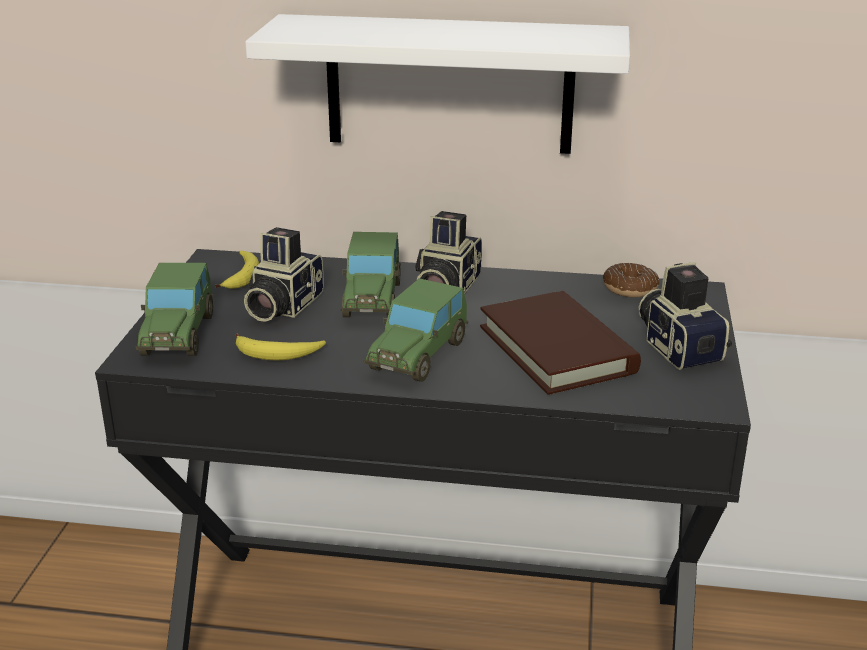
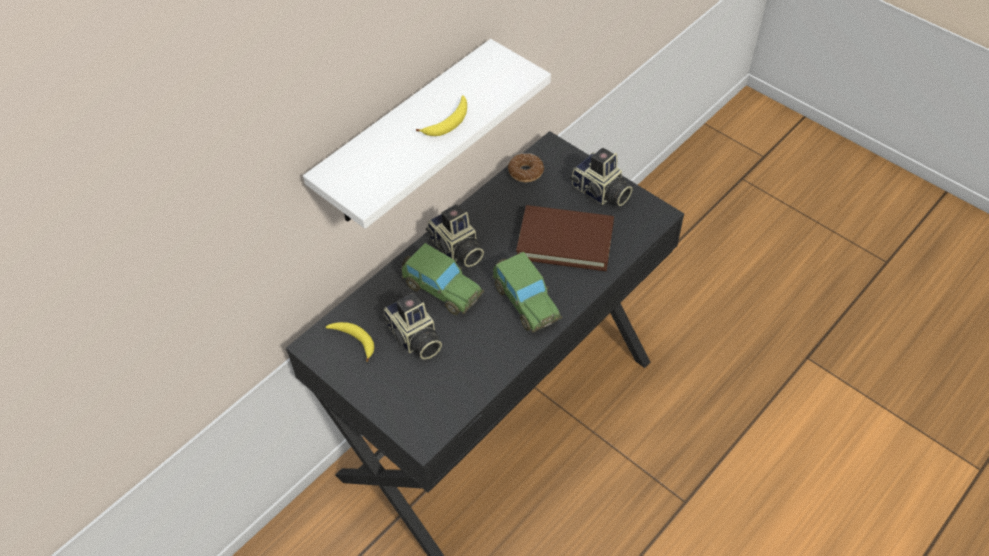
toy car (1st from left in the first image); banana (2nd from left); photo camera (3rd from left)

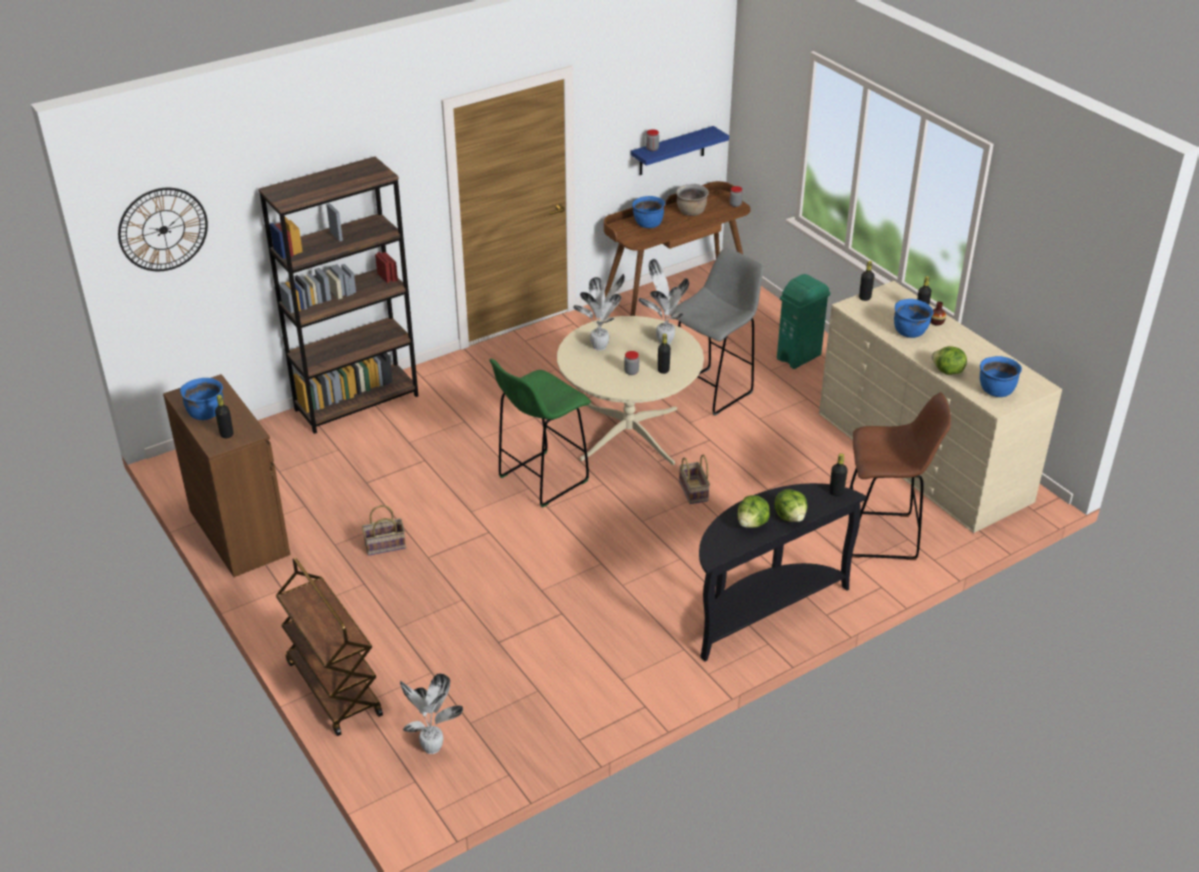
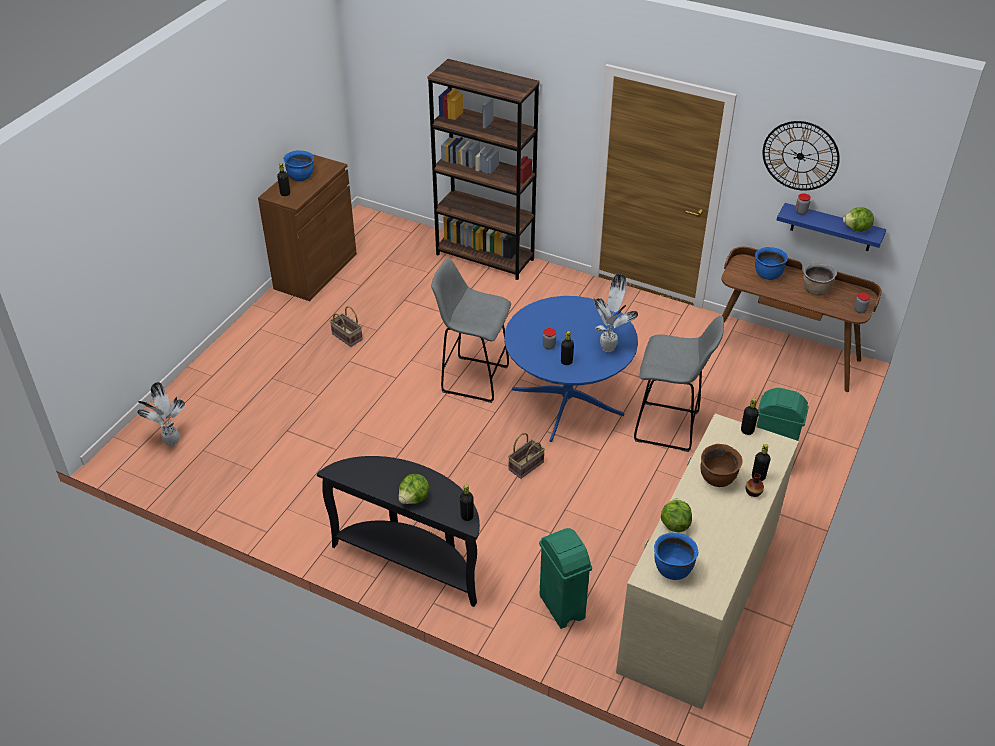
brown cart; potted plant (2nd from left in the first image); wall clock; lettuce (3rd from left); green trash can (1st from left); grey stool (1st from left); blue dining table; brown cooking pot (1st from left)

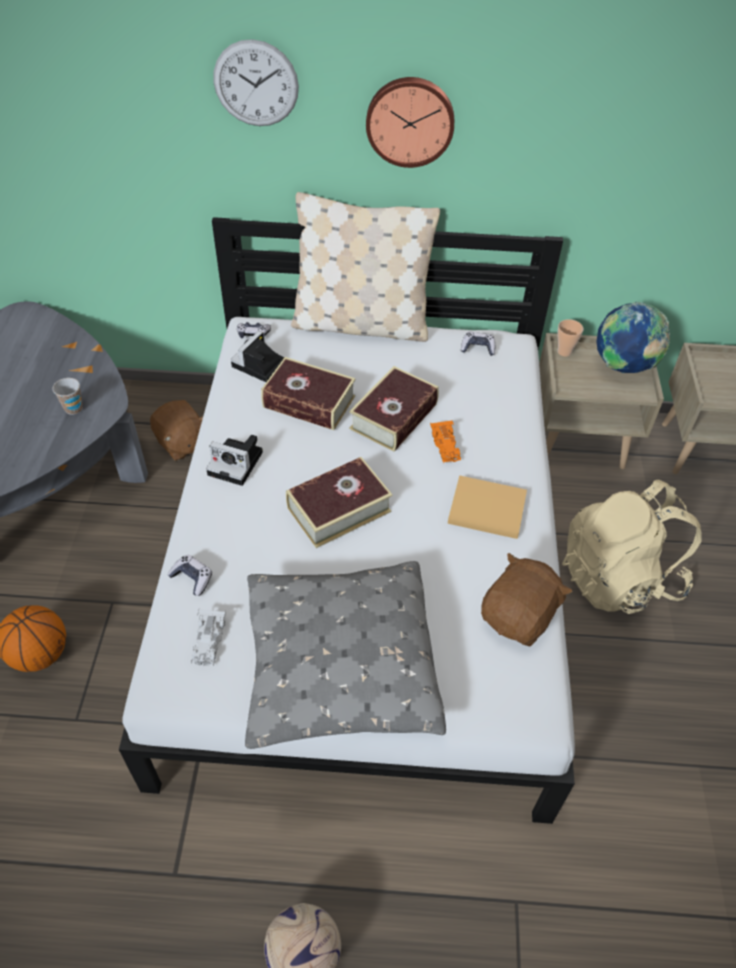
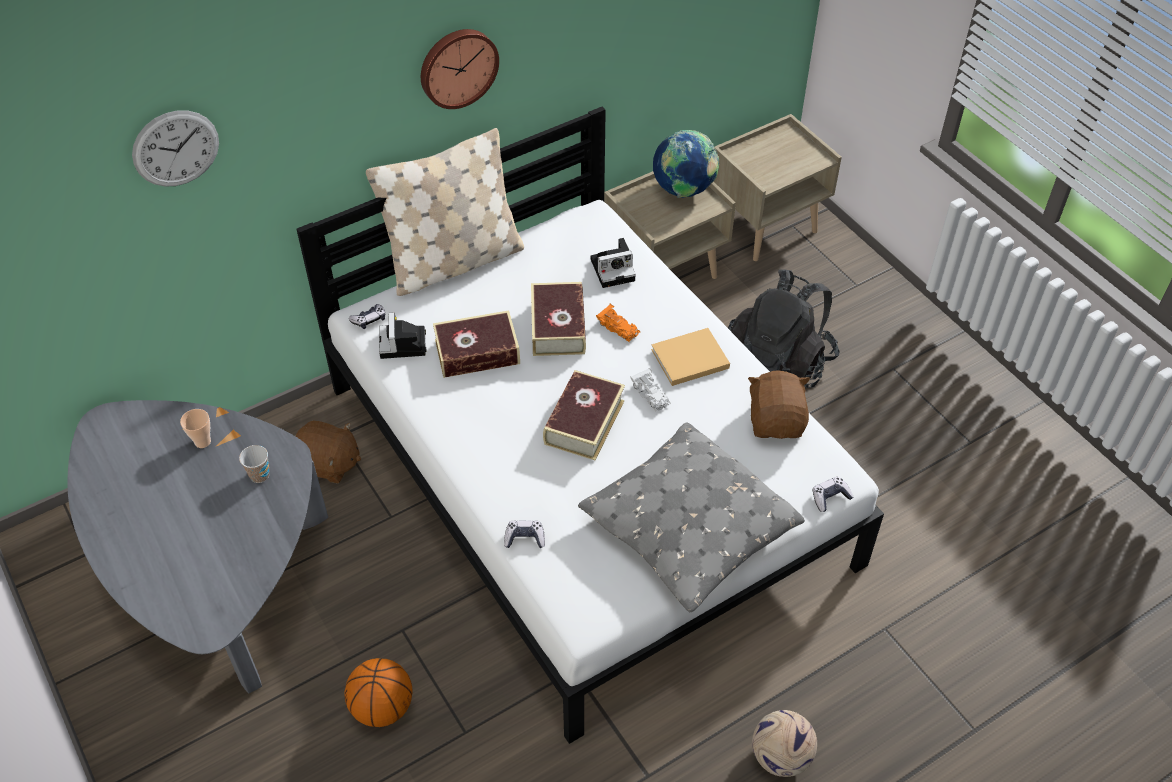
white toy car; photo camera (2nd from left); wall clock (1st from left); game controller (3rd from left); cup (1st from left); black backpack

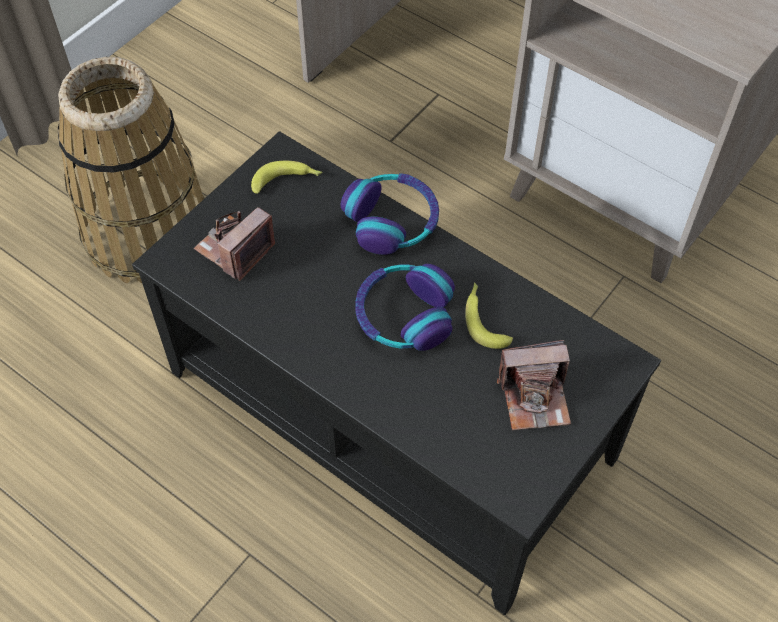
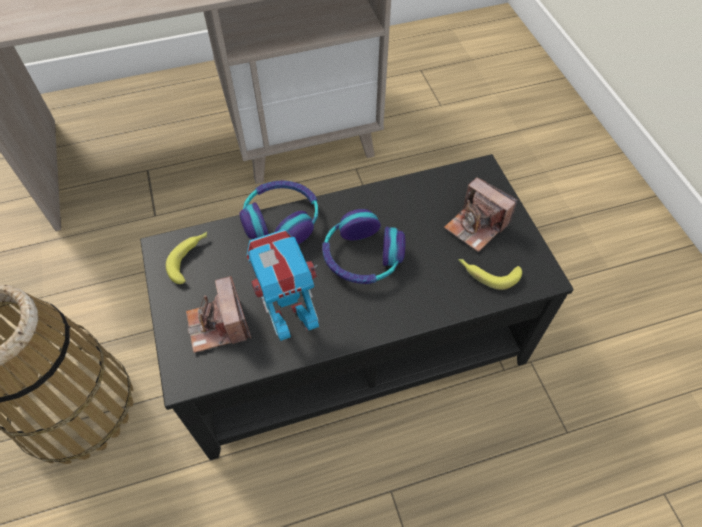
toy robot; banana (2nd from left); photo camera (2nd from left)

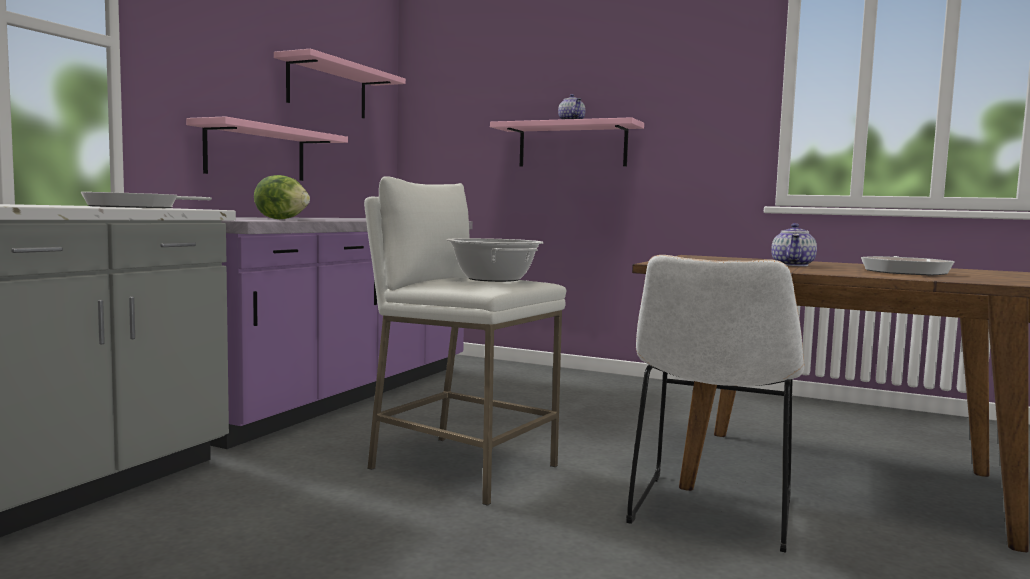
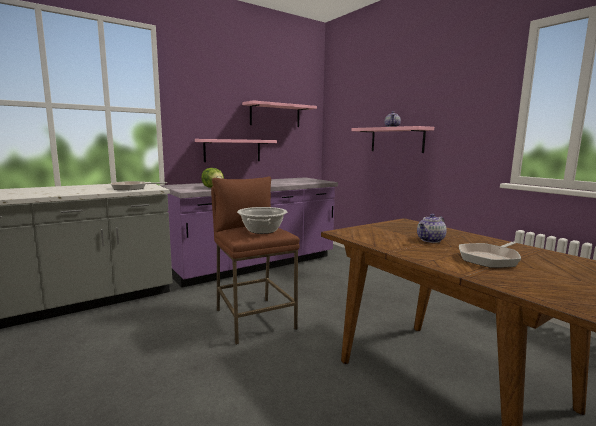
white chair; brown stool

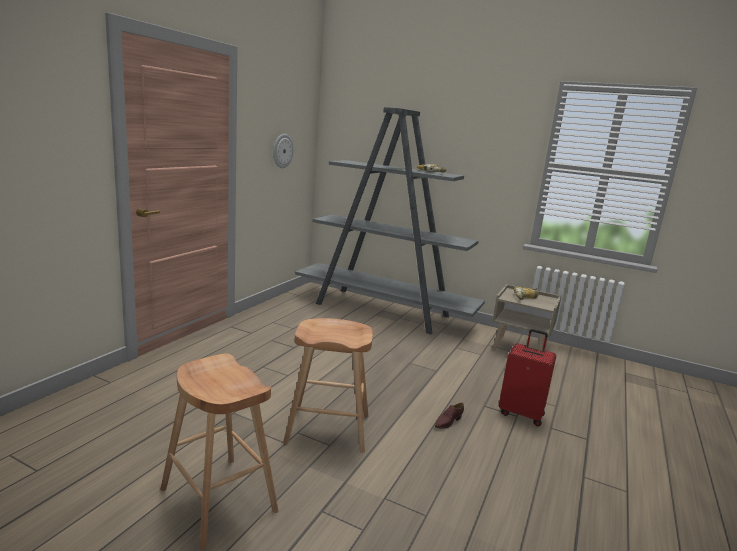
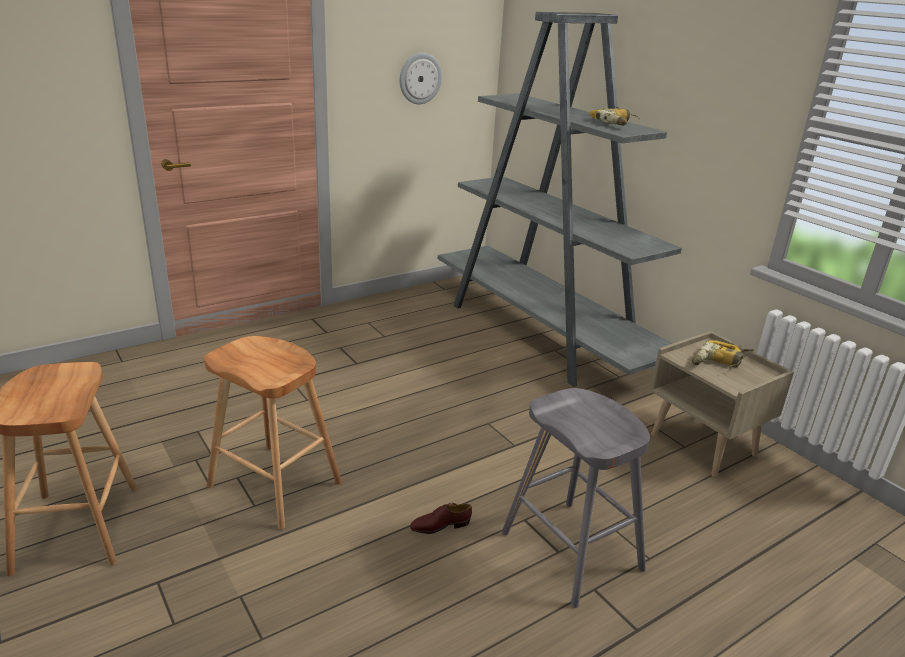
grey stool

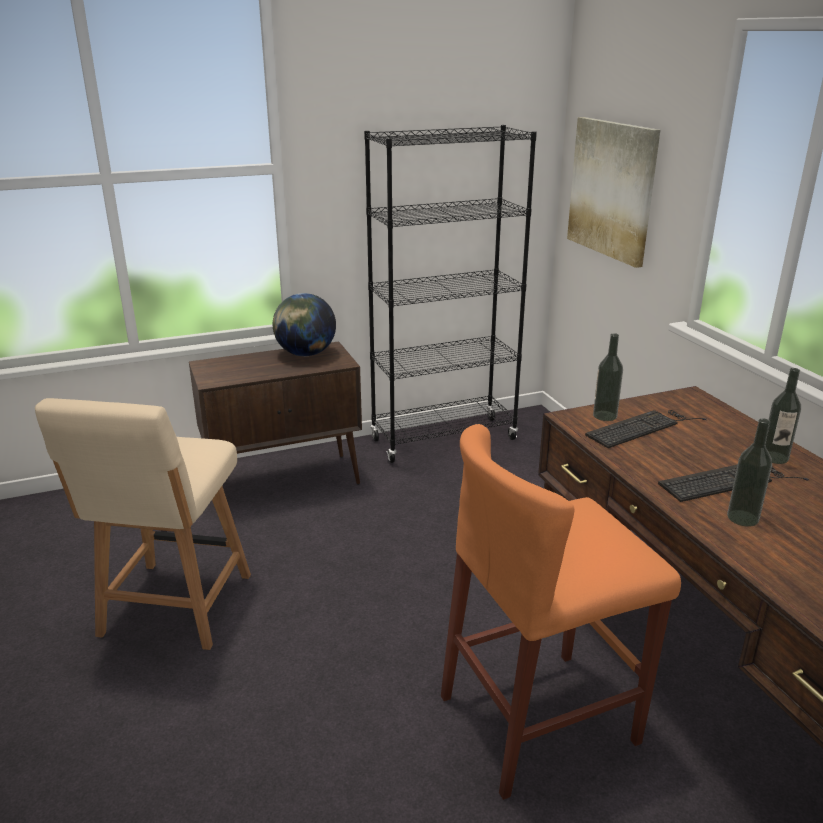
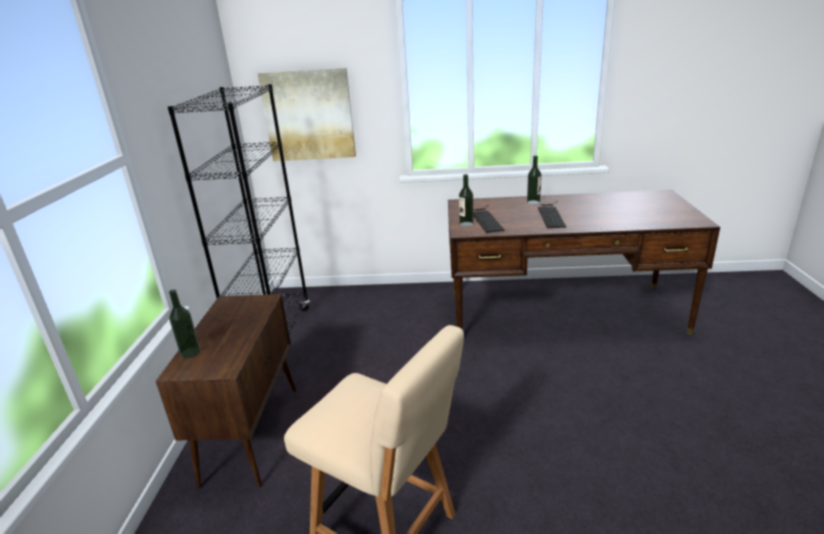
globe; orange stool; bottle (1st from left)

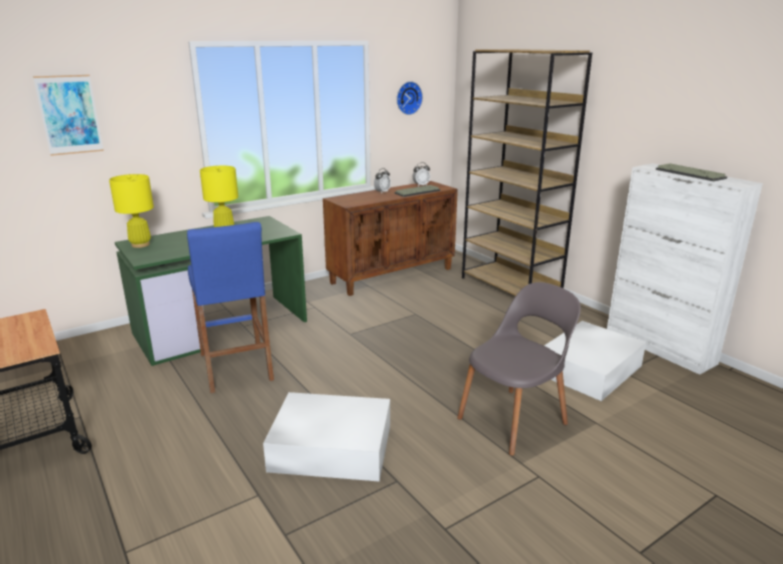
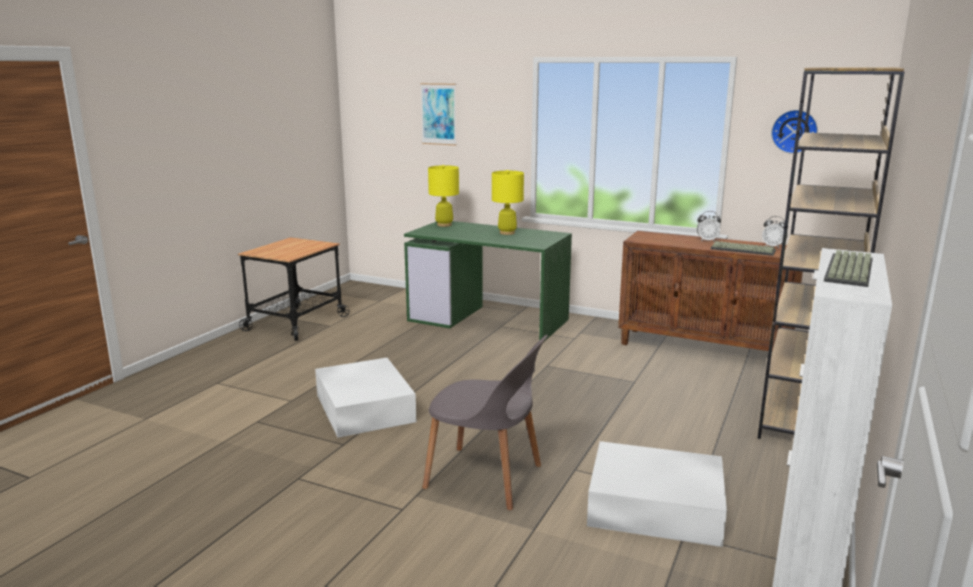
blue stool

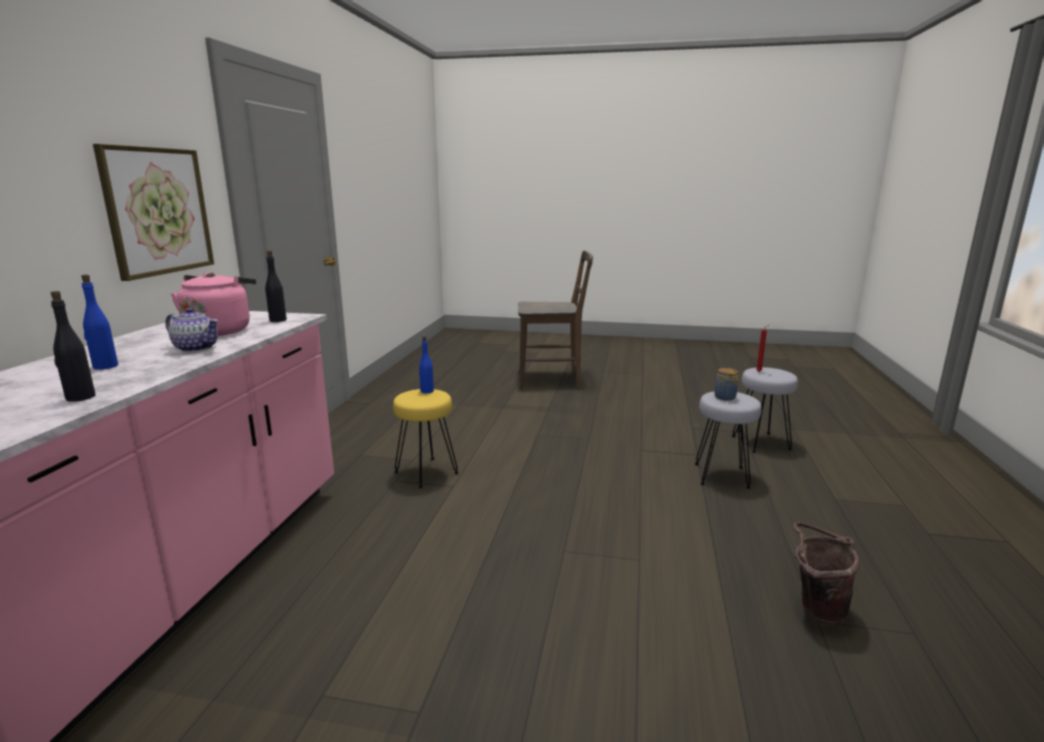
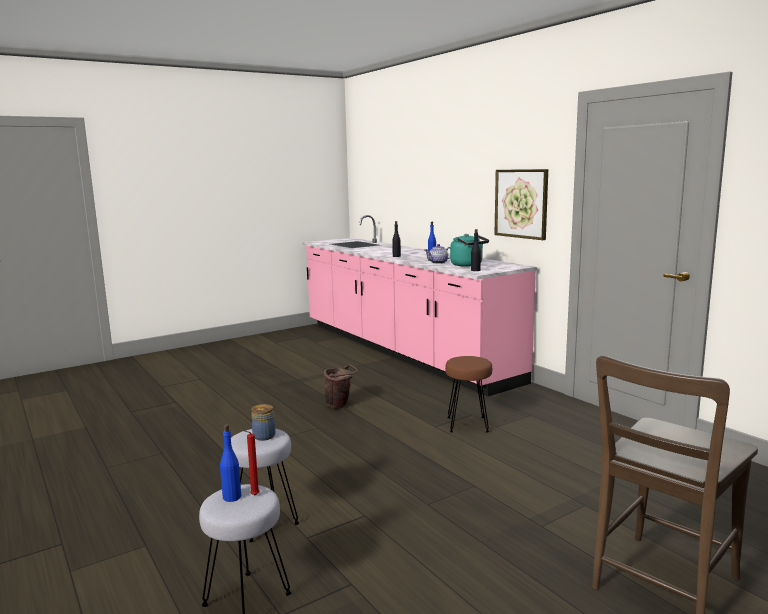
blue bottle (1st from left); brown bucket; turquoise kettle; brown stool

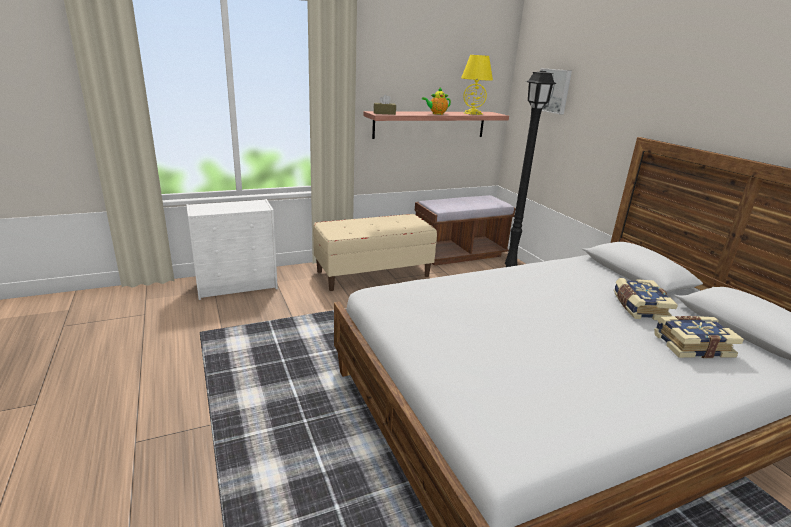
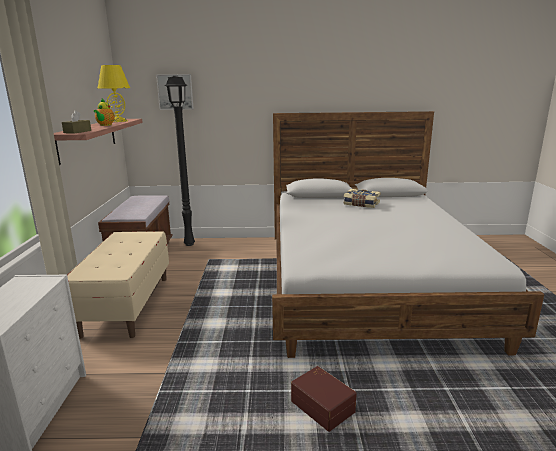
book (2nd from left in the first image); brown storage box

